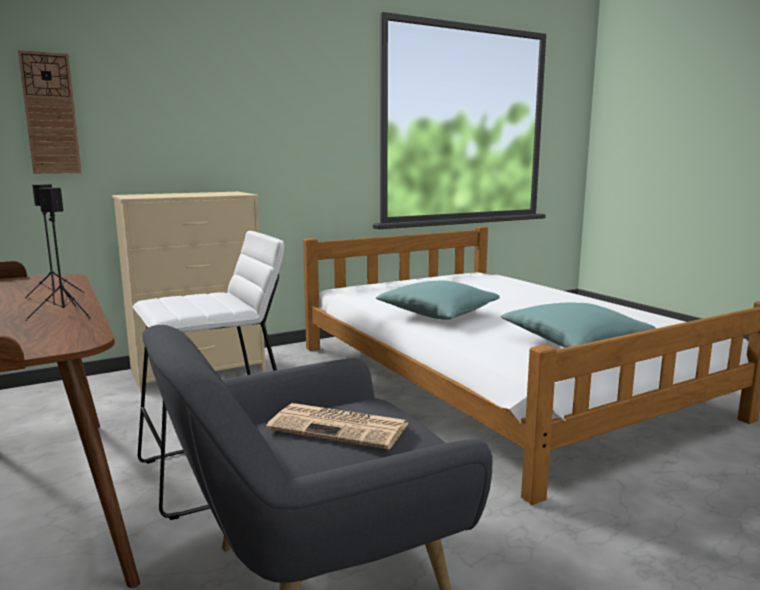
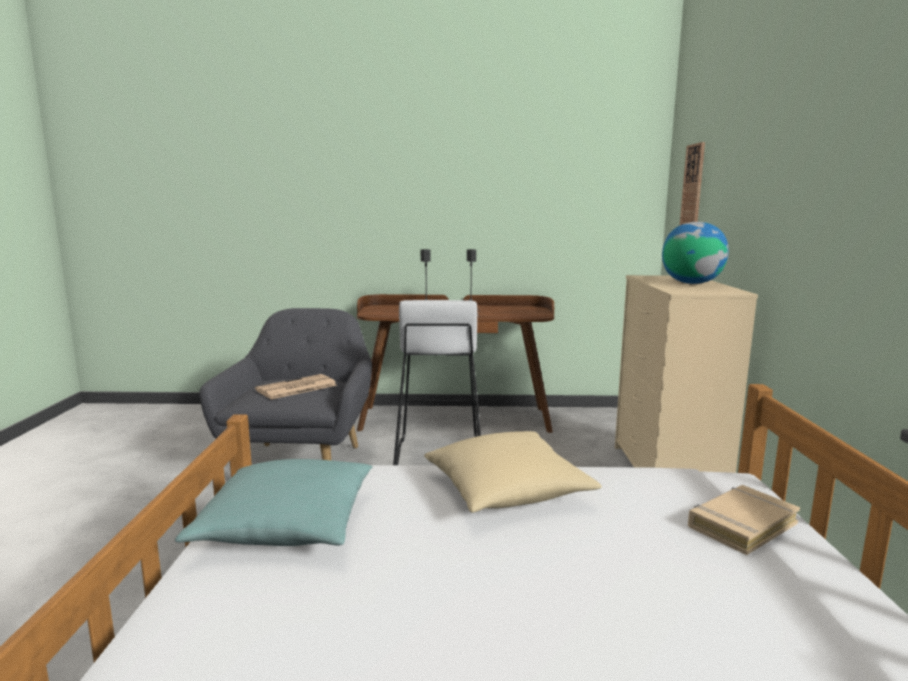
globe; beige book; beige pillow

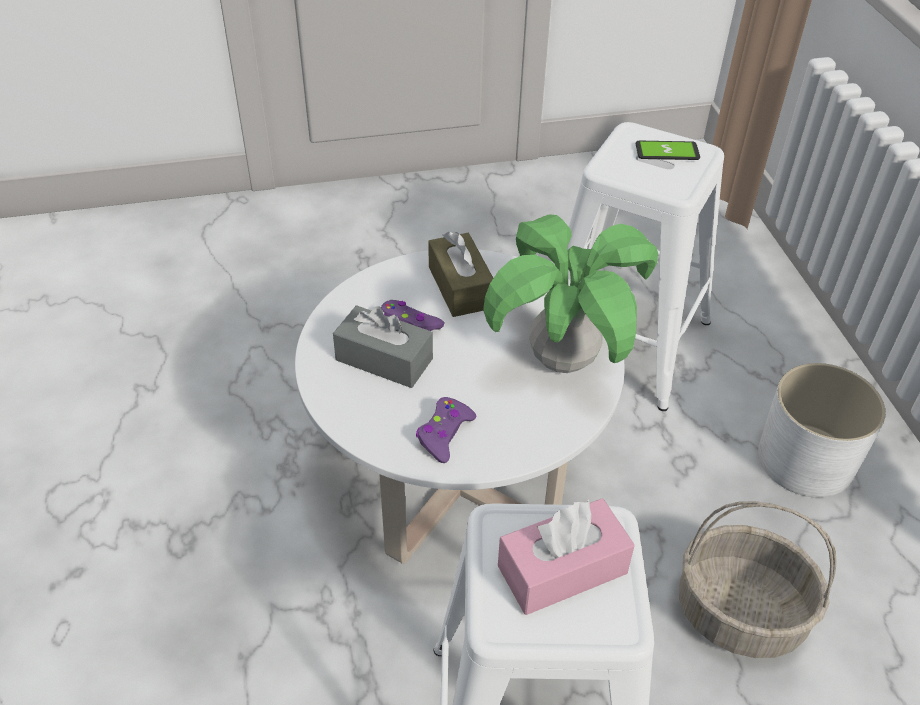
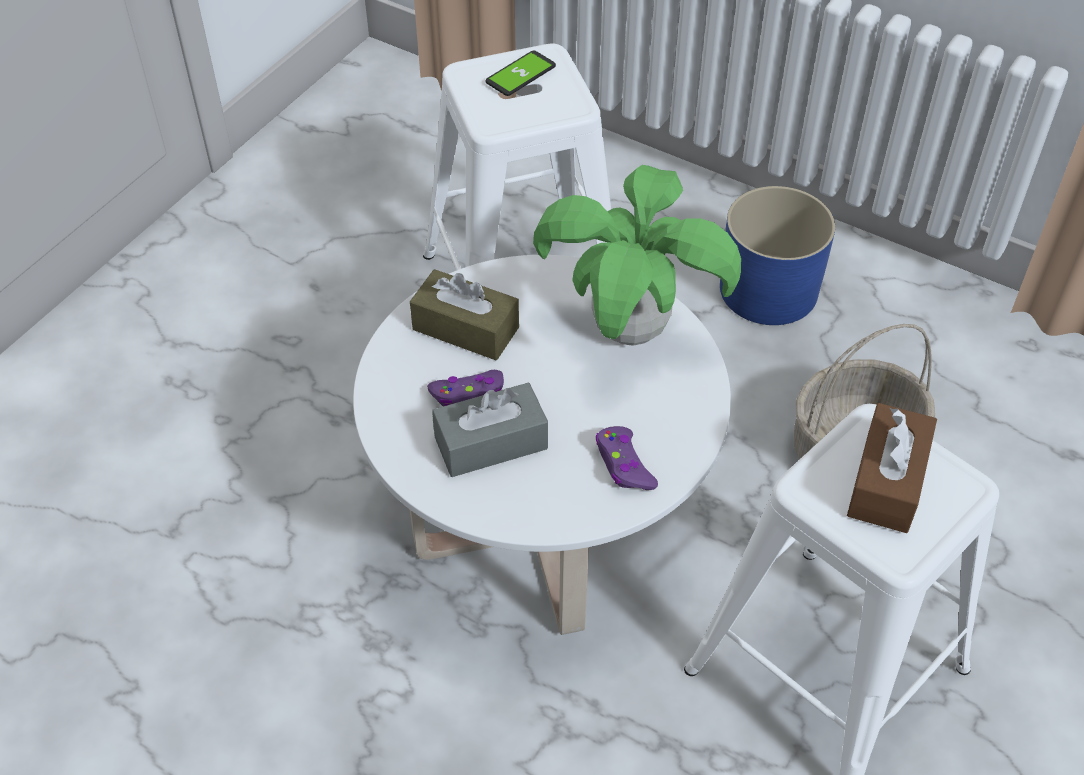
brown tissue box (2nd from left); blue planter

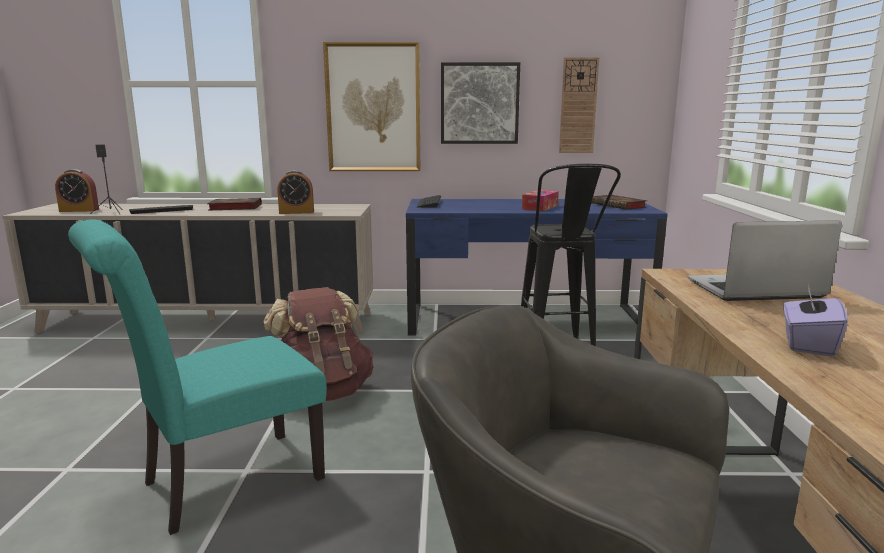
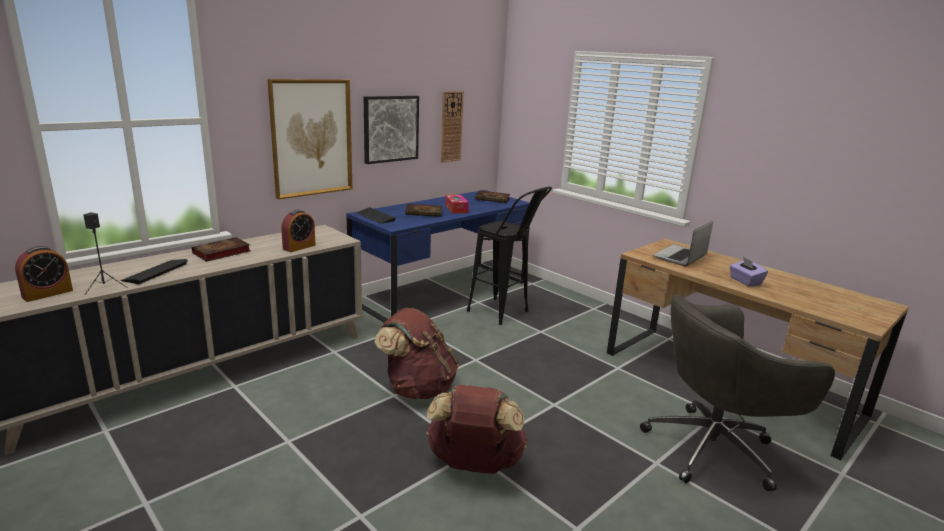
book (2nd from left); brown backpack (2nd from left)

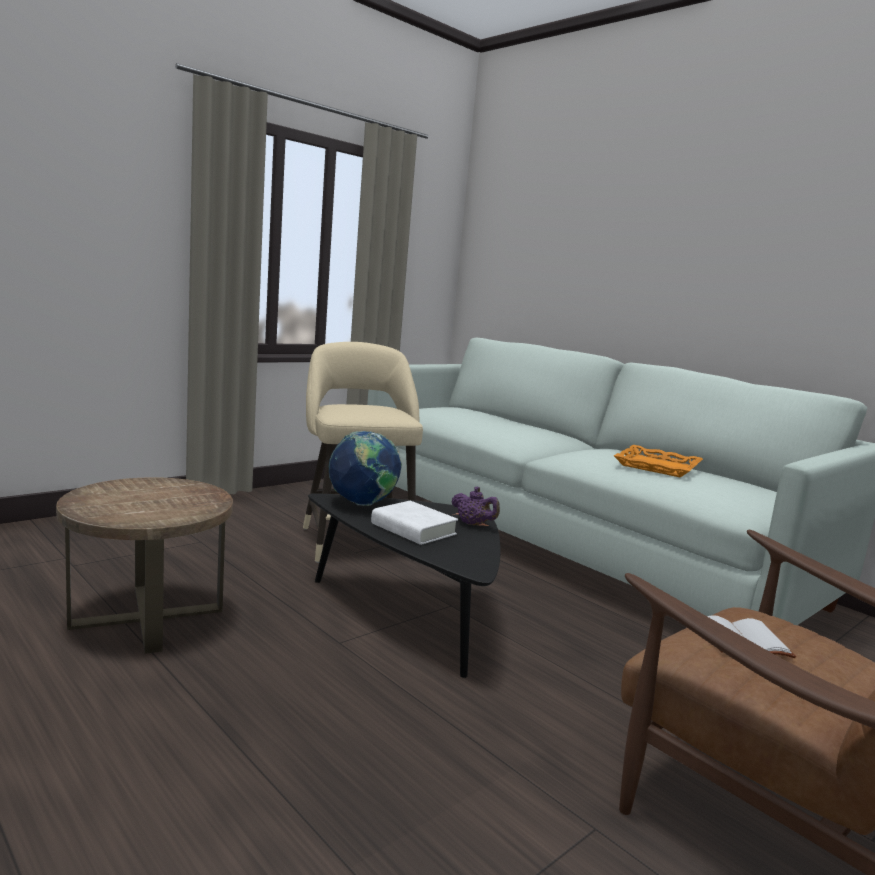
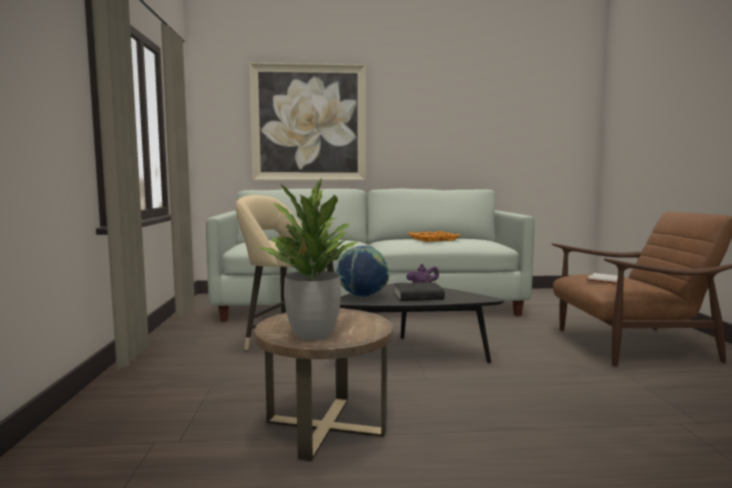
picture; potted plant; black book

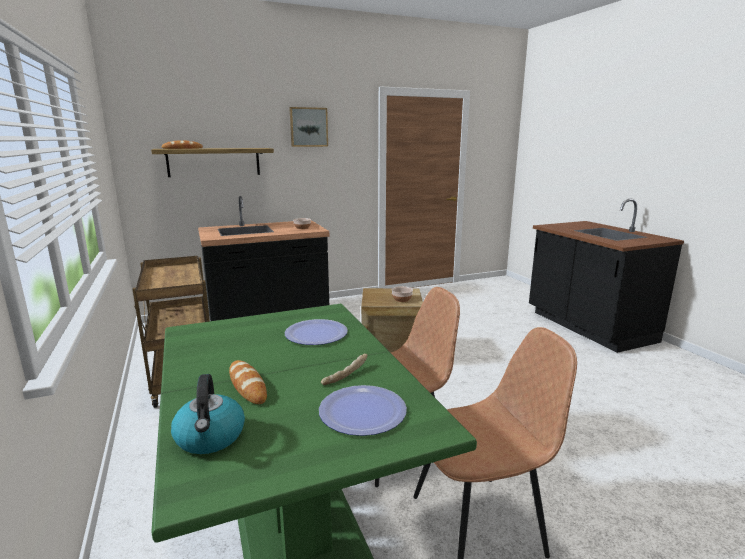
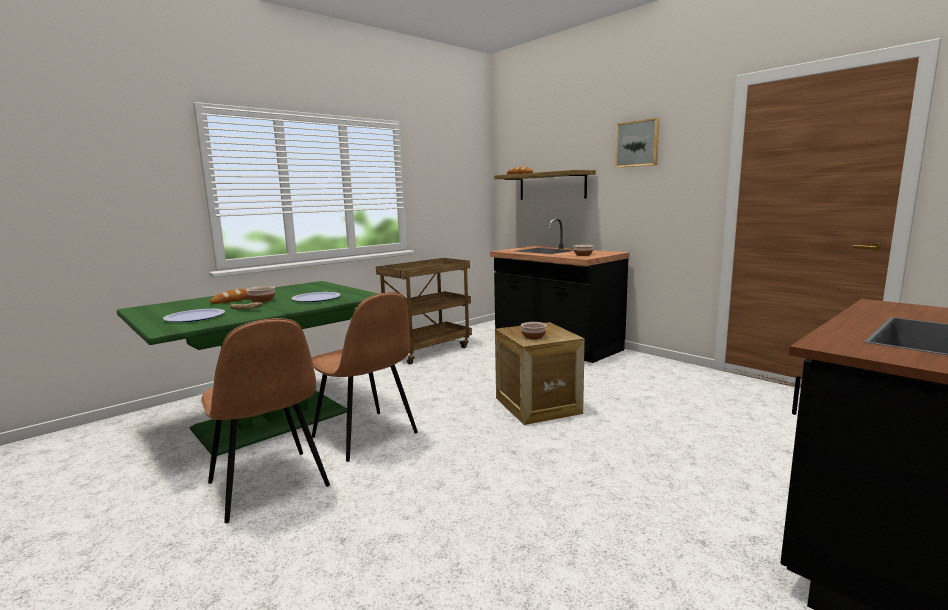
kettle; bowl (1st from left)

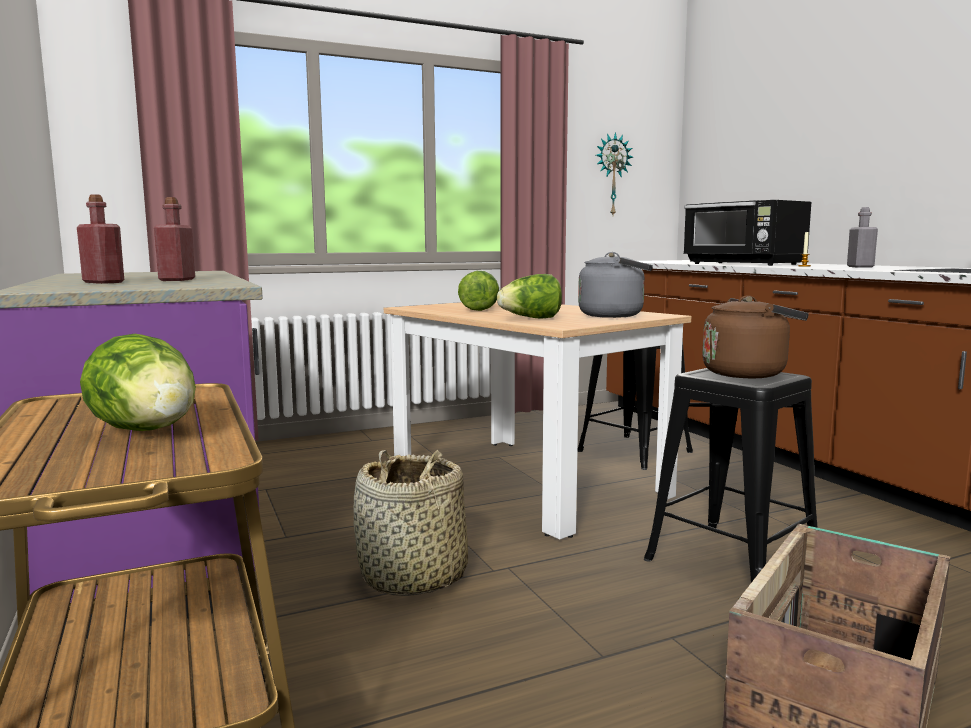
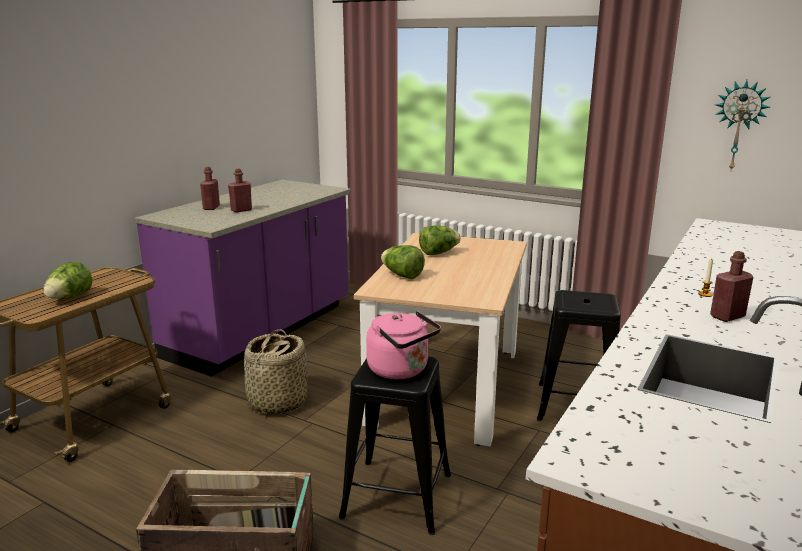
grey kettle; black microwave; pink kettle; red bottle (3rd from left)

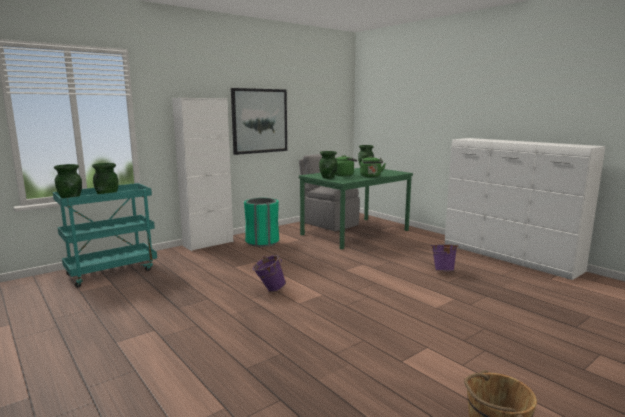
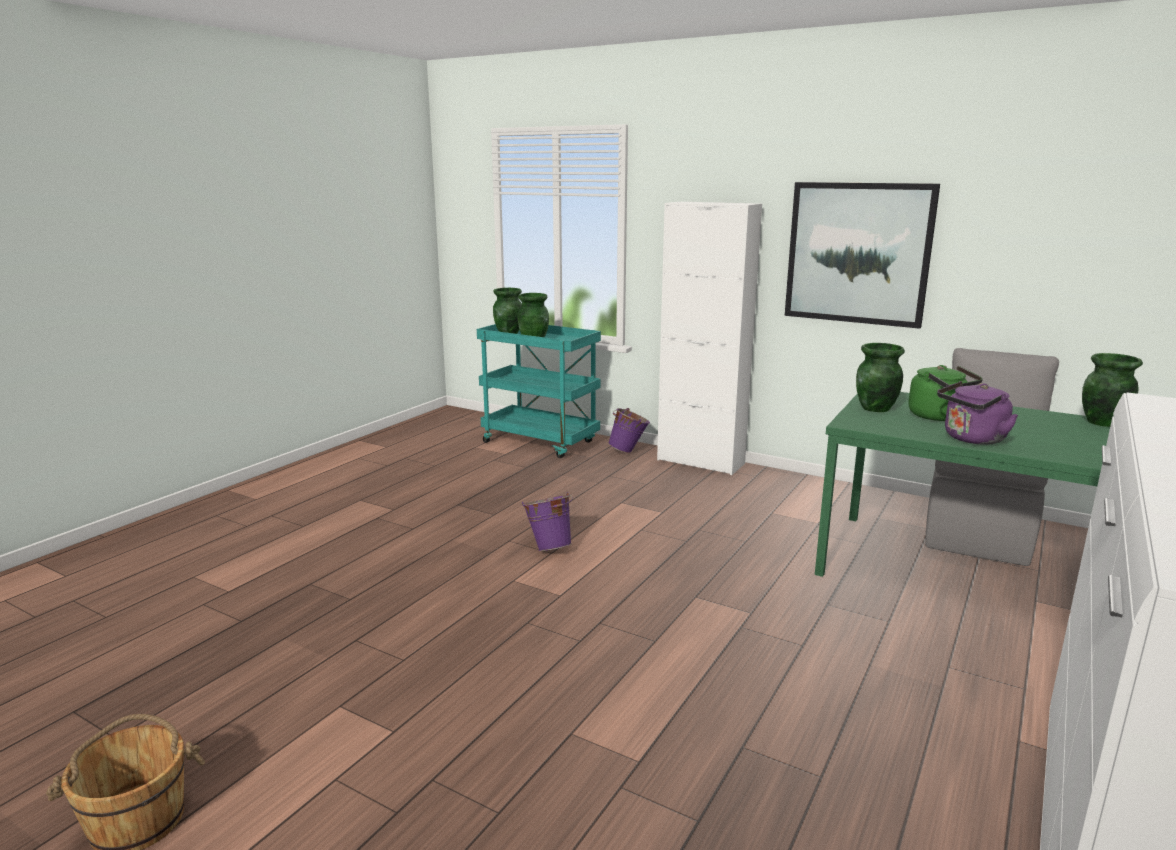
green trash can; purple bucket (2nd from left); purple kettle

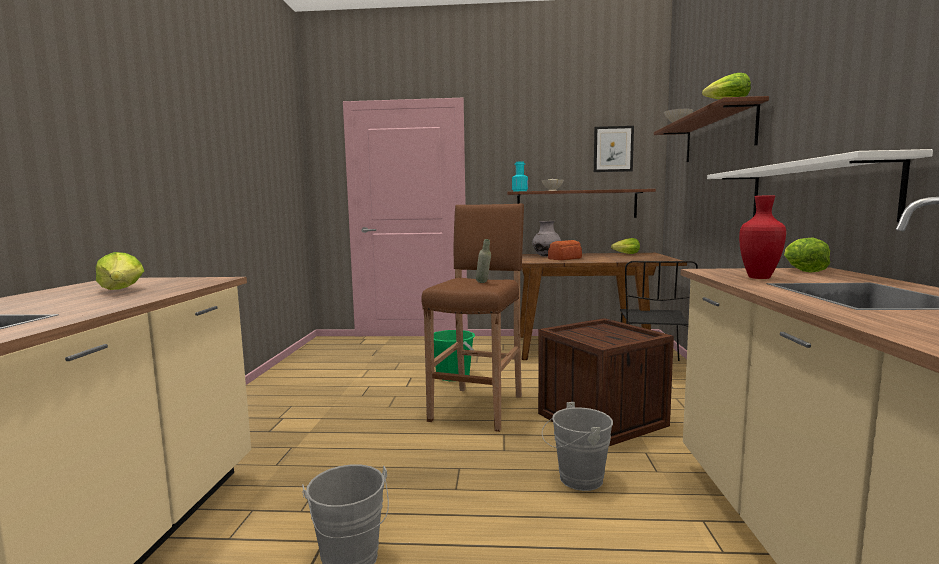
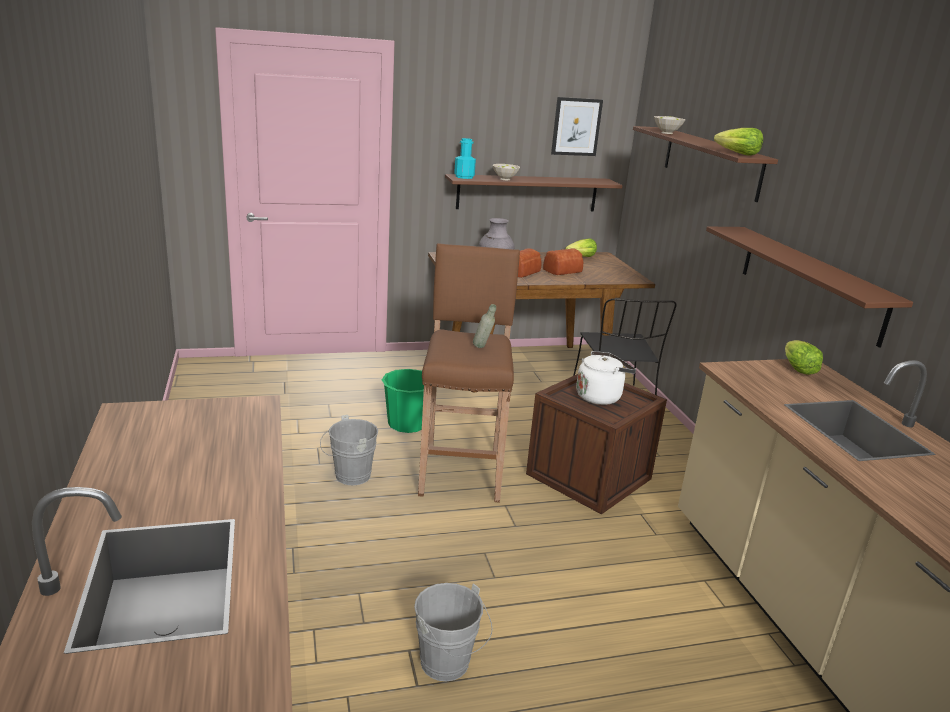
lettuce (1st from left in the first image); red vase; bread (2nd from left); white kettle; grey bucket (1st from left); brown shelf (3rd from left)

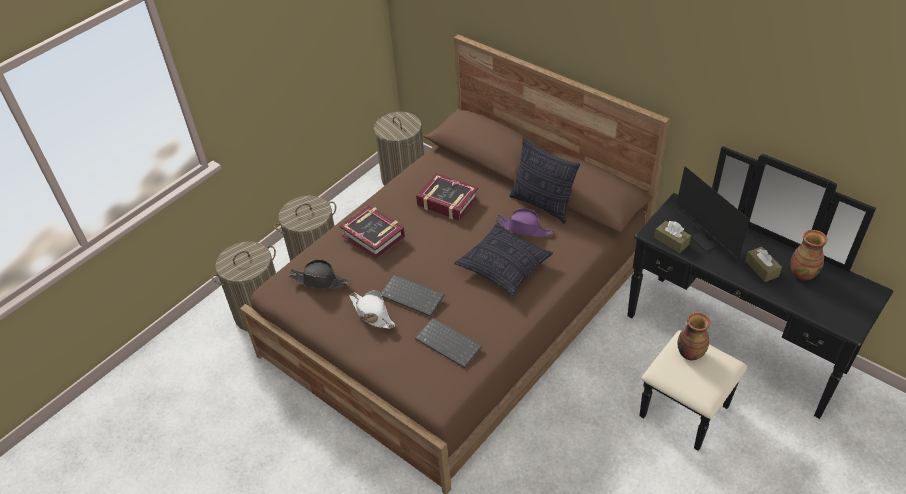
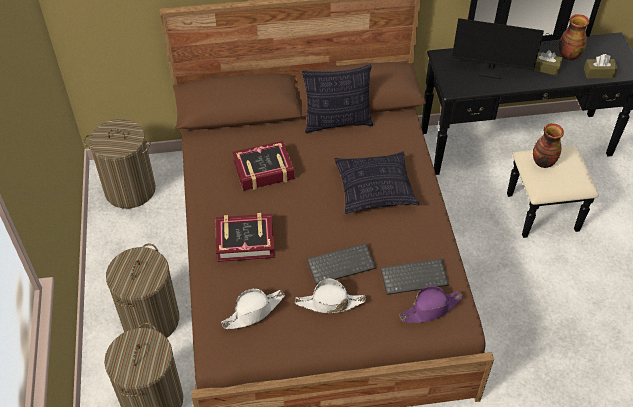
purple hat; brown tissue box (2nd from left); white hat (1st from left)

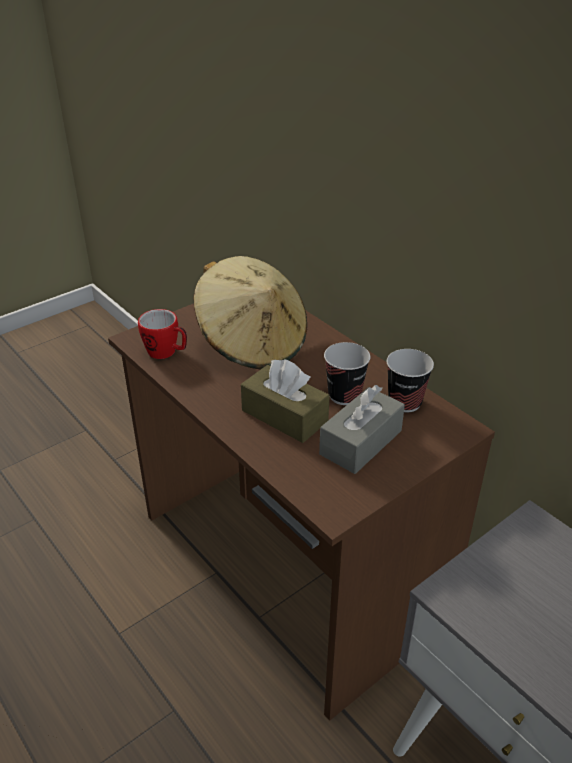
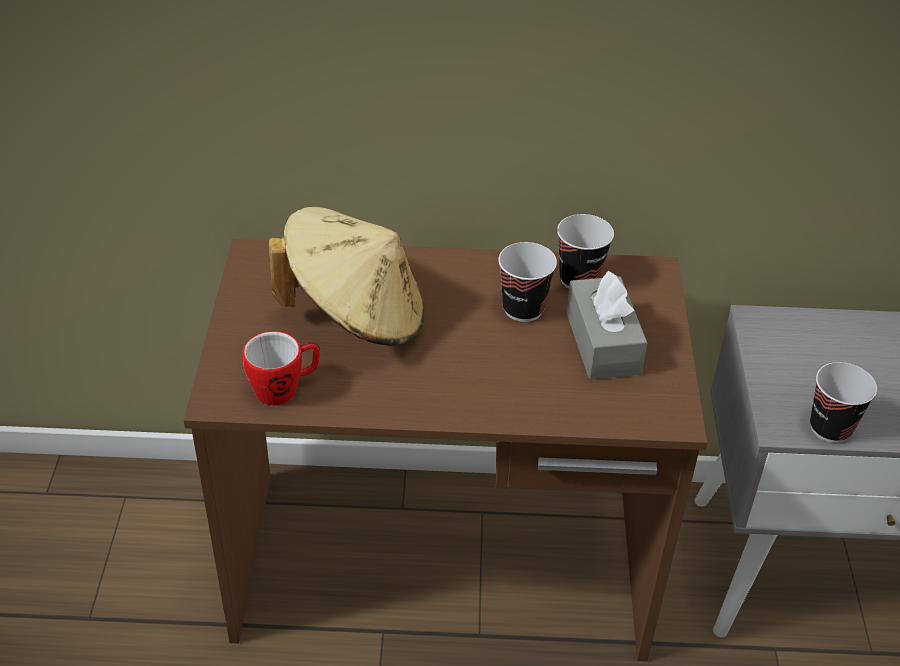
brown tissue box; cup (3rd from left)

